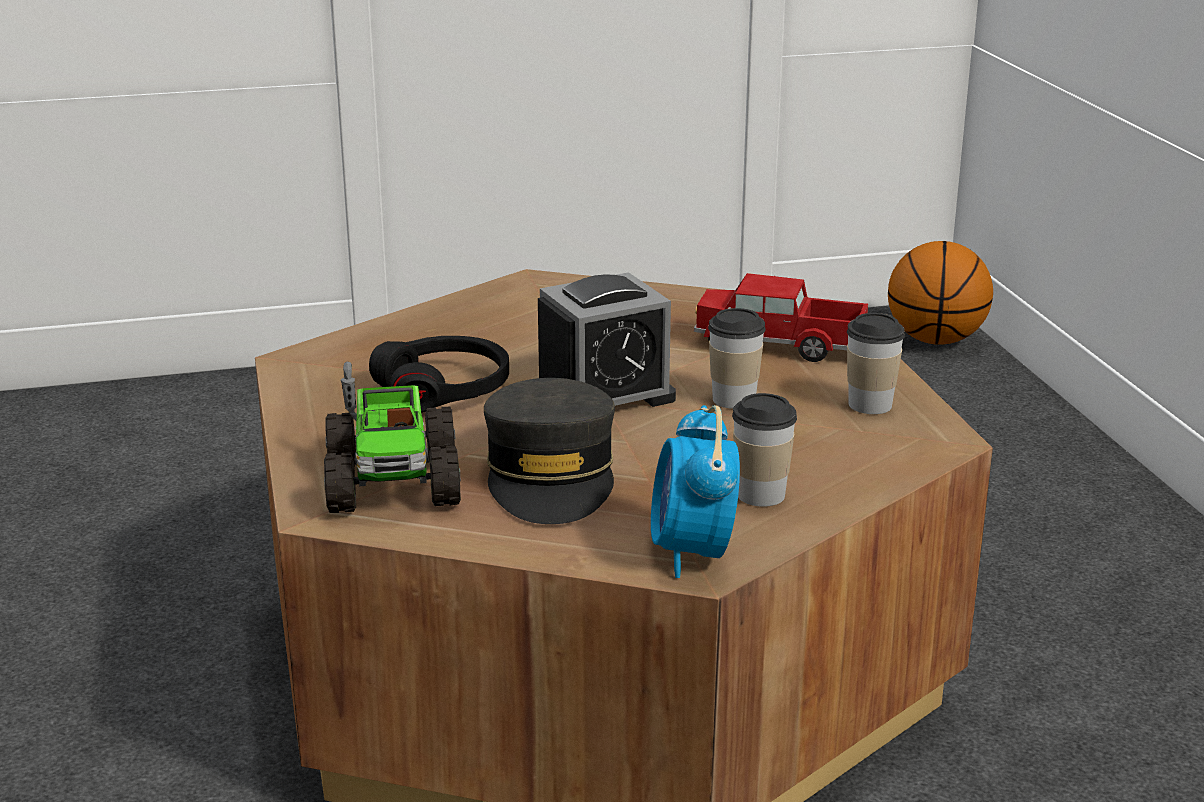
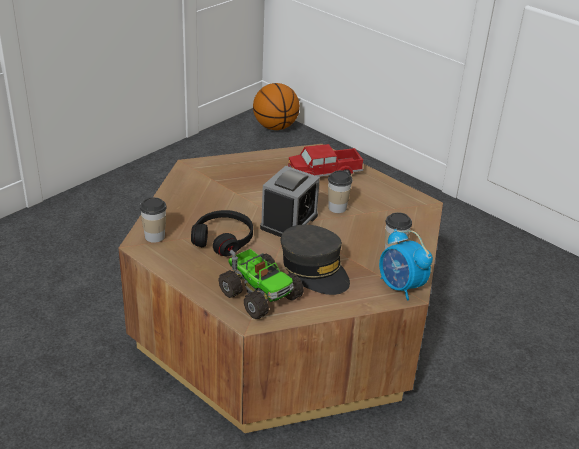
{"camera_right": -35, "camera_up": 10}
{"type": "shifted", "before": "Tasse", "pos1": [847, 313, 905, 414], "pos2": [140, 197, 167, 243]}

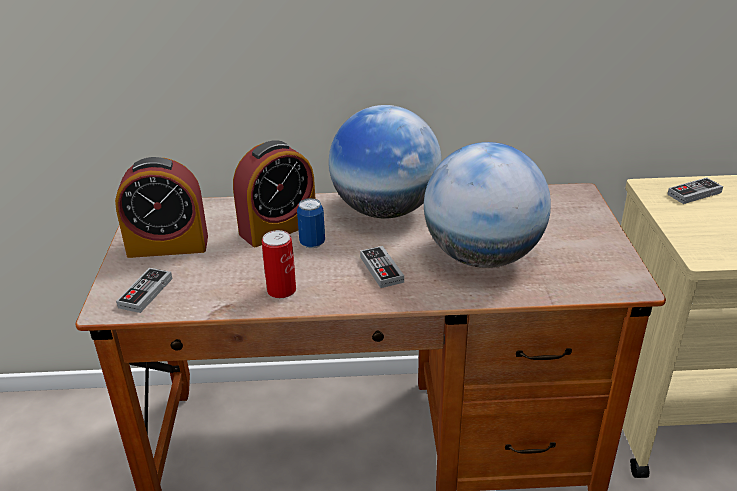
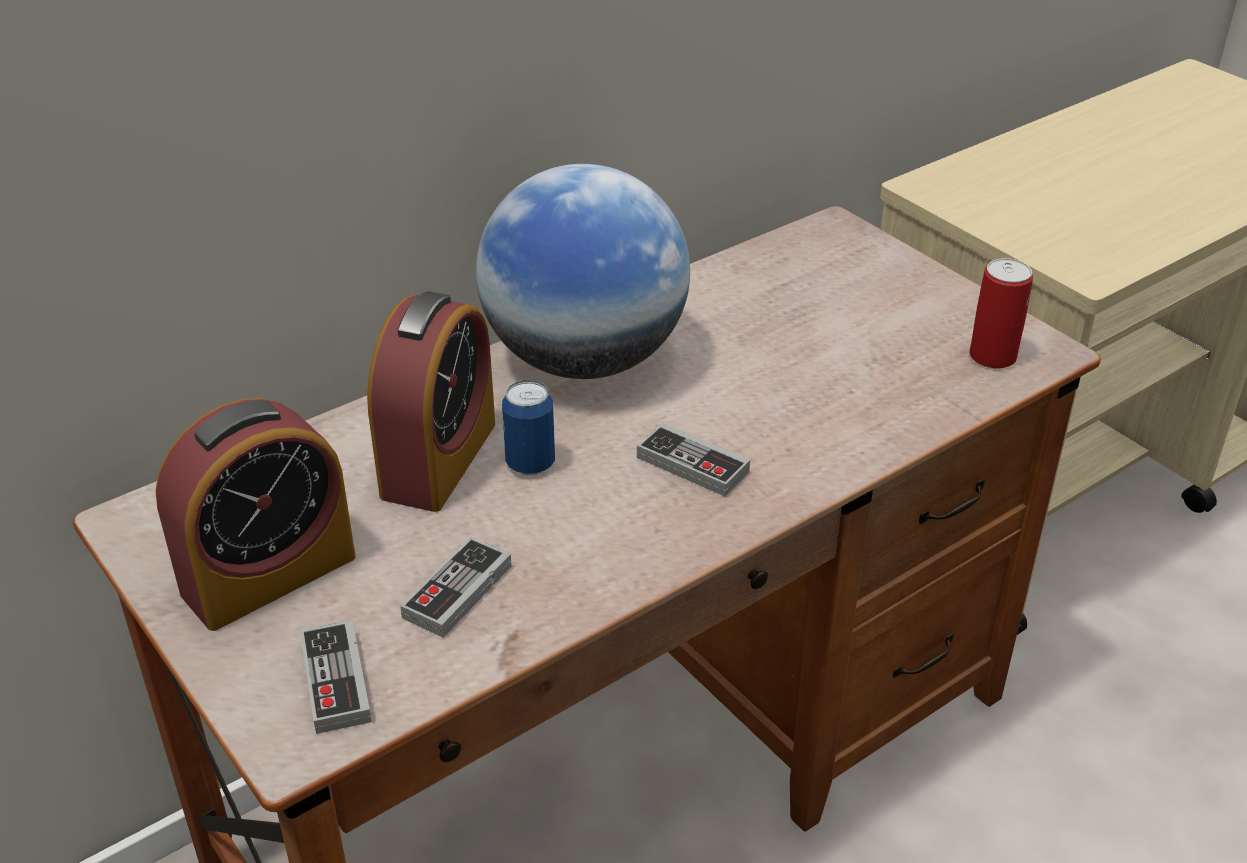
{"camera_right": -35, "camera_up": 5}
{"type": "gone", "before": "Globus", "pos1": [424, 142, 551, 268]}
{"type": "shifted", "before": "Gamepad", "pos1": [667, 177, 723, 204], "pos2": [400, 537, 512, 637]}
{"type": "shifted", "before": "Dose", "pos1": [262, 230, 296, 298], "pos2": [970, 258, 1033, 369]}

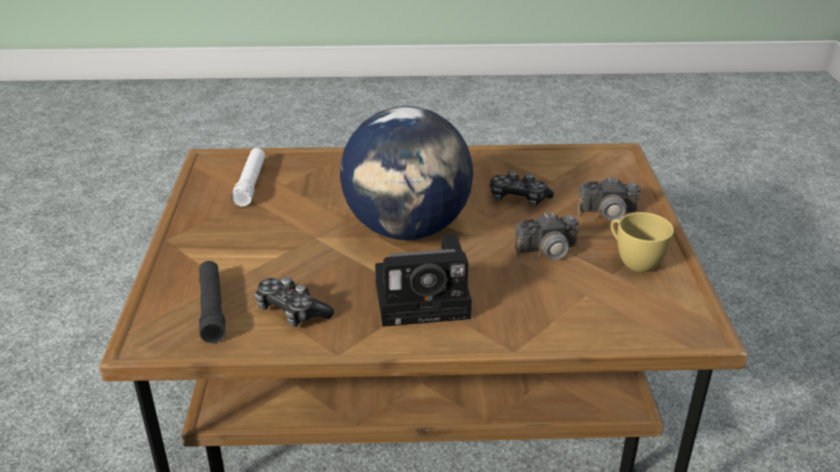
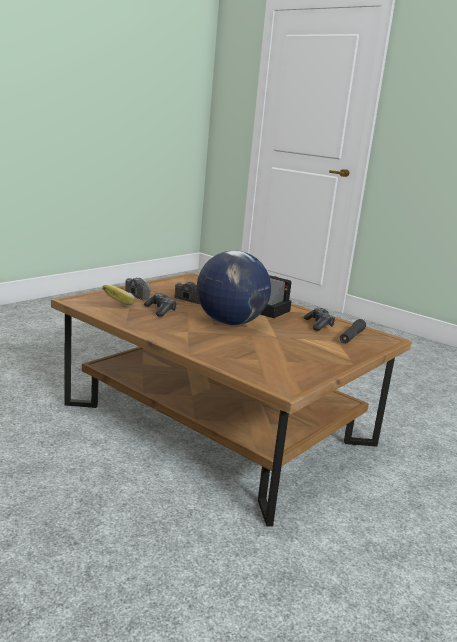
{"camera_right": -140, "camera_up": -15}
{"type": "gone", "before": "Taschenlampe (weiß)", "pos1": [231, 148, 265, 207]}
{"type": "gone", "before": "Tasse (gelb)", "pos1": [611, 212, 674, 272]}
{"type": "new", "after": "Banane", "pos2": [102, 285, 135, 305]}

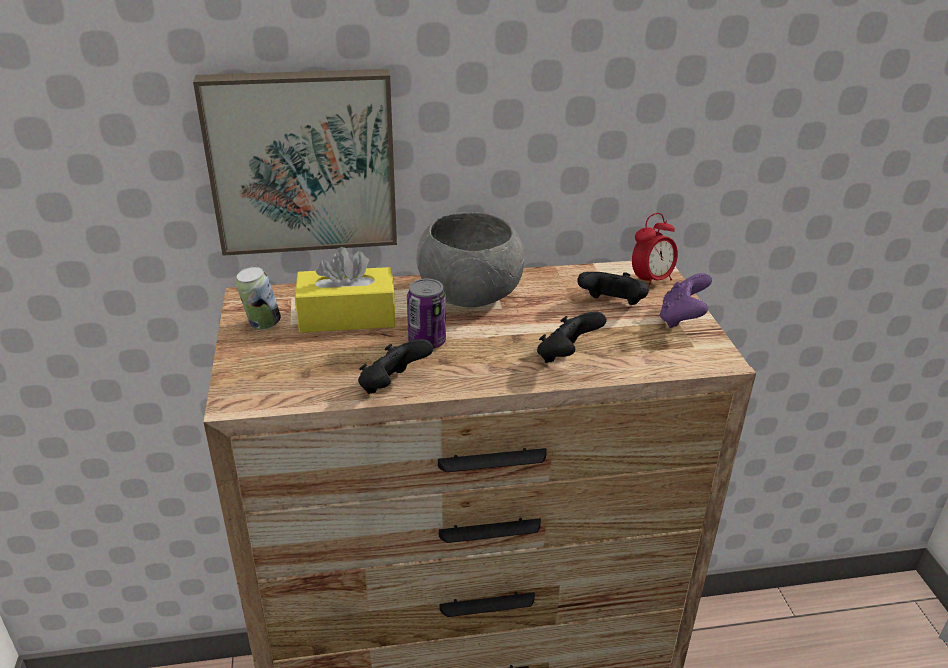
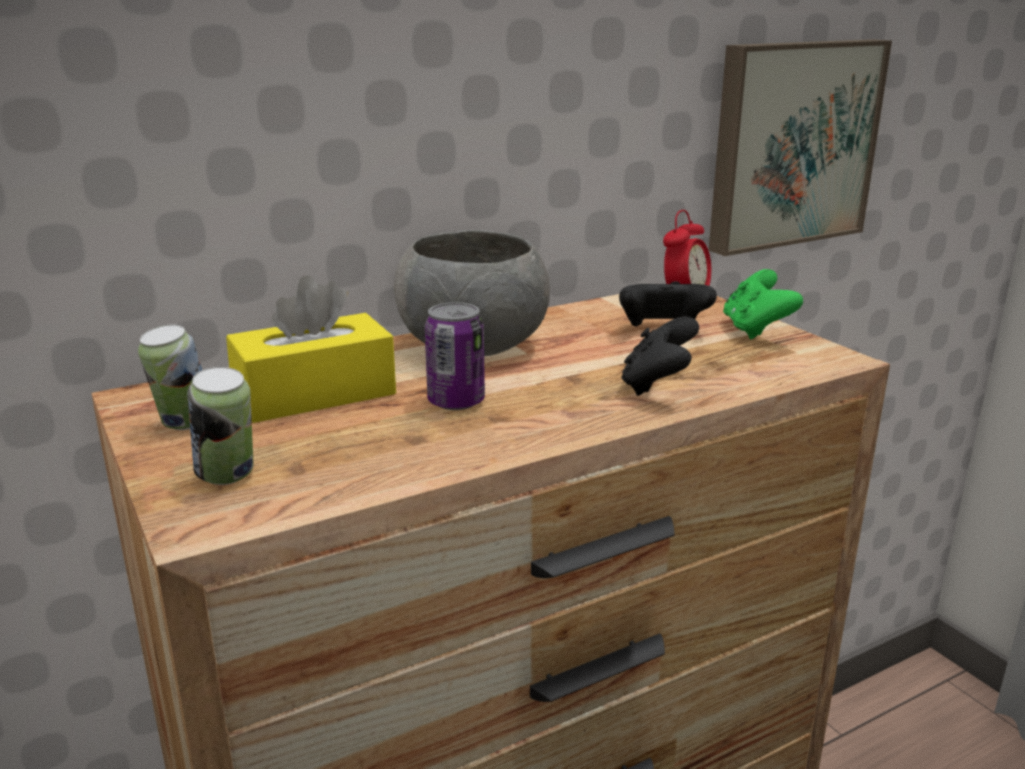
{"camera_right": -20, "camera_up": -10}
{"type": "shifted", "before": "Bild", "pos1": [193, 69, 397, 256], "pos2": [709, 39, 892, 256]}
{"type": "repainted", "before": "Gamepad (lila)", "after": "Gamepad (grün)", "pos1": [660, 273, 712, 328], "pos2": [723, 269, 803, 339]}
{"type": "gone", "before": "Gamepad (schwarz)", "pos1": [358, 339, 433, 394]}
{"type": "new", "after": "Dose", "pos2": [187, 367, 254, 485]}

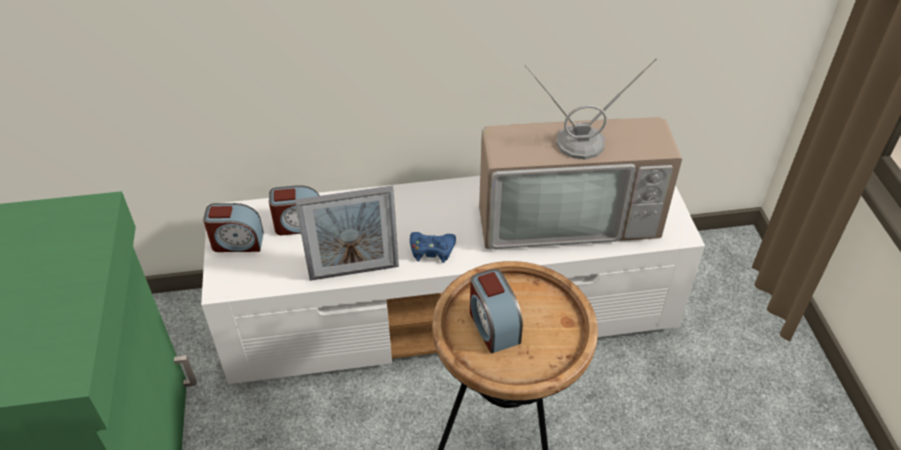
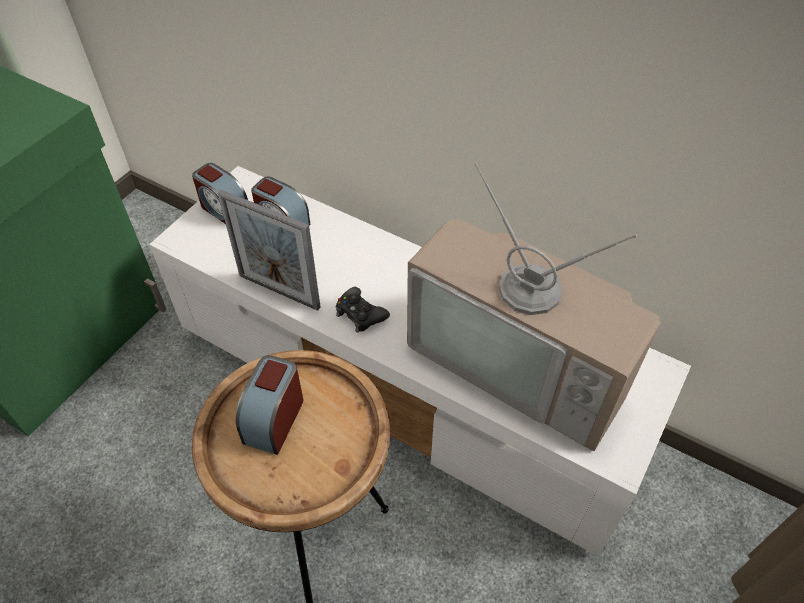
{"camera_right": 40, "camera_up": 5}
{"type": "repainted", "before": "Gamepad (blau)", "after": "Gamepad (schwarz)", "pos1": [410, 232, 456, 263], "pos2": [336, 287, 390, 333]}

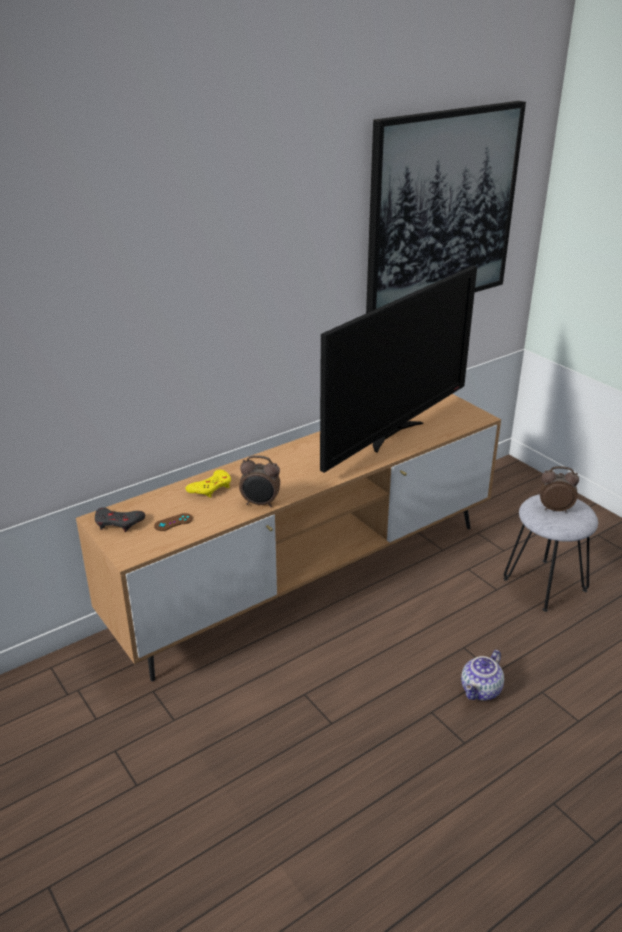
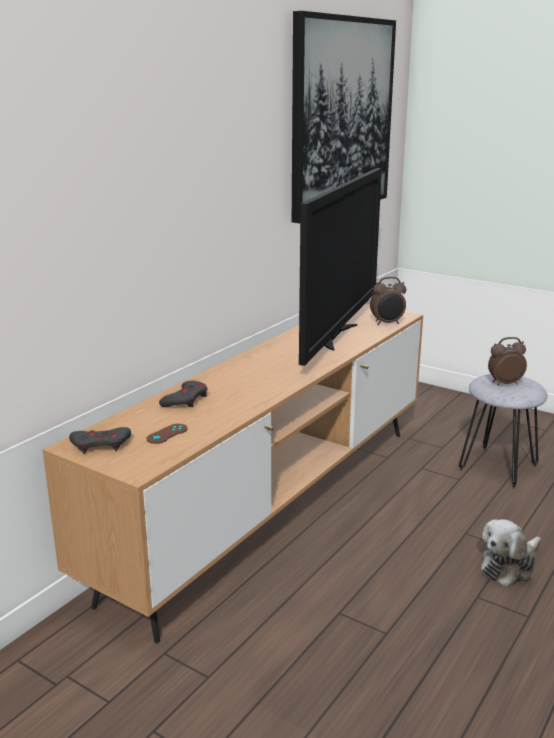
{"camera_right": -20, "camera_up": -10}
{"type": "shifted", "before": "Wecker", "pos1": [239, 455, 280, 507], "pos2": [370, 277, 406, 325]}
{"type": "repainted", "before": "Gamepad (gelb)", "after": "Gamepad (grau)", "pos1": [186, 470, 231, 498], "pos2": [159, 381, 207, 407]}
{"type": "swapped", "before": "Teekanne", "after": "Plüschtier", "pos1": [461, 650, 504, 701], "pos2": [481, 519, 541, 587]}

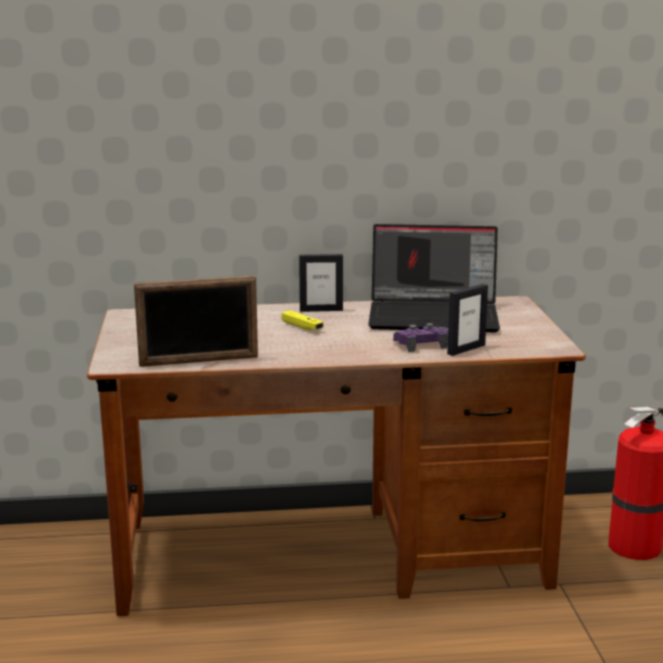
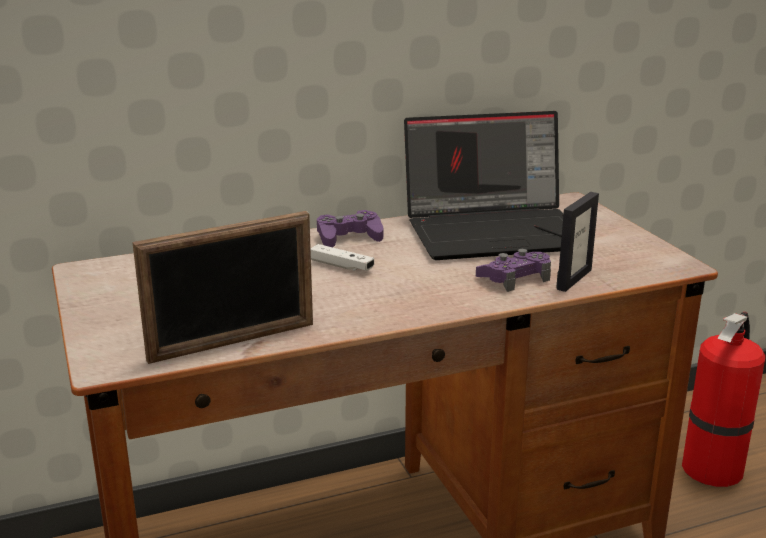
{"camera_right": -15, "camera_up": 5}
{"type": "swapped", "before": "Bilderrahmen", "after": "Gamepad (lila)", "pos1": [299, 254, 343, 312], "pos2": [317, 210, 383, 247]}
{"type": "repainted", "before": "Gamepad (gelb)", "after": "Gamepad (weiß)", "pos1": [282, 310, 324, 330], "pos2": [311, 244, 374, 271]}

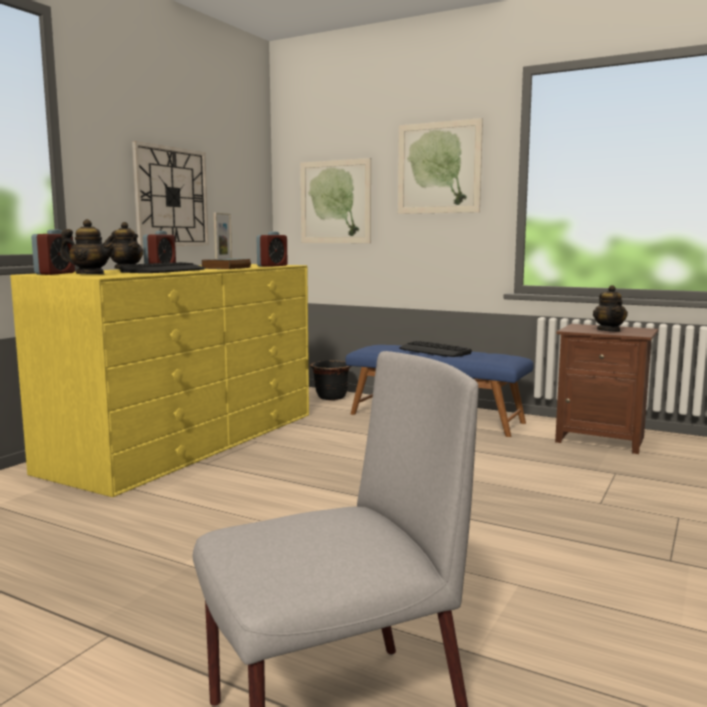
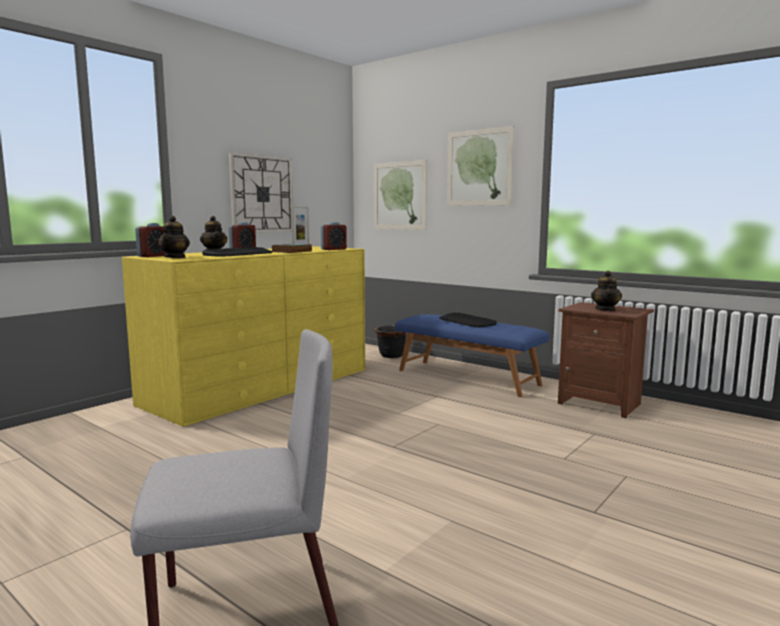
{"camera_right": 10, "camera_up": 0}
{"type": "rotated", "before": "Teekanne", "pos1": [60, 219, 117, 274], "pos2": [158, 216, 190, 258], "turn": 75}

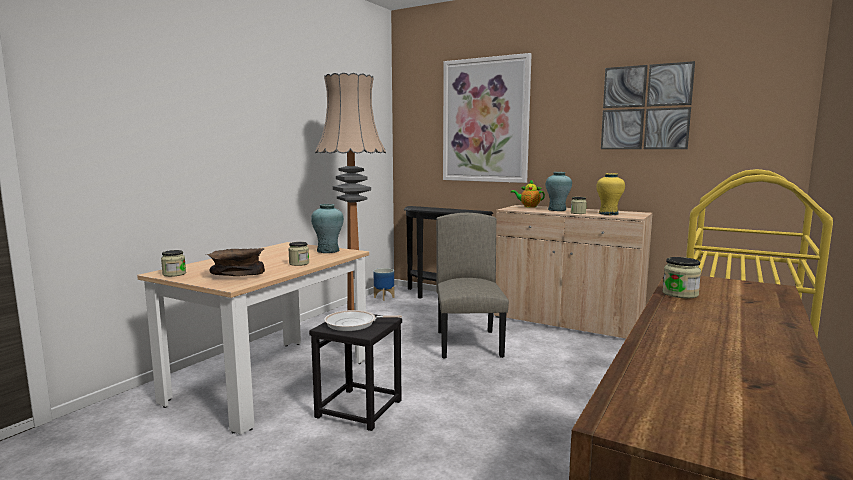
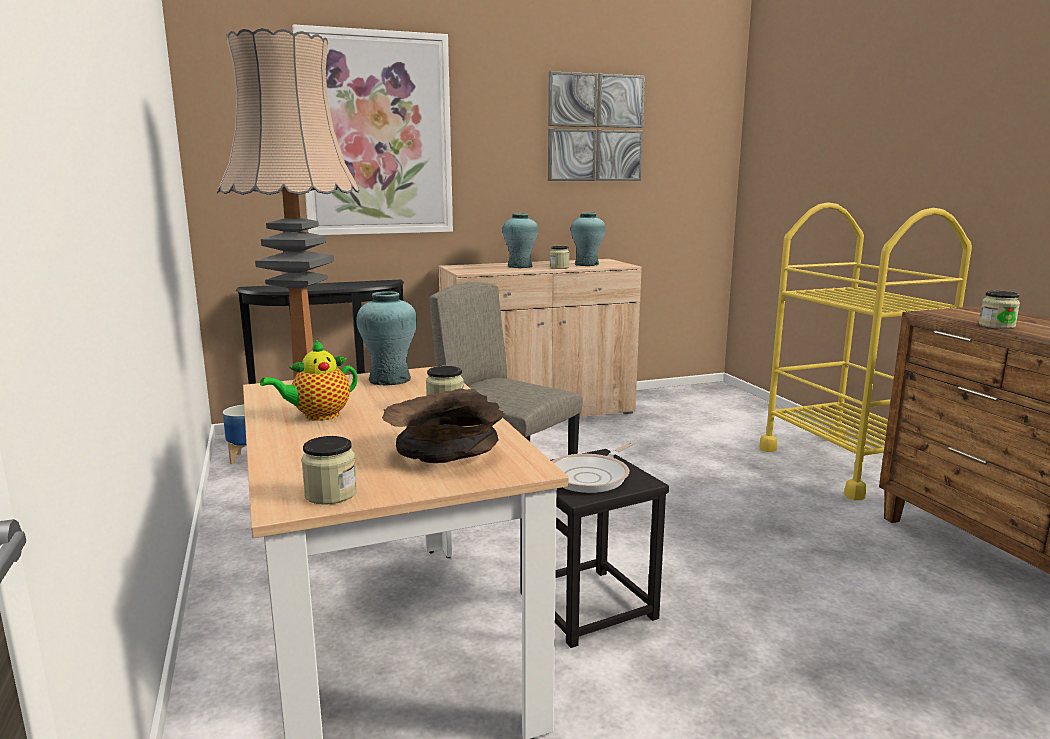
{"camera_right": -50, "camera_up": 5}
{"type": "repainted", "before": "Vase (gelb)", "after": "Vase (türkis)", "pos1": [596, 173, 625, 215], "pos2": [571, 212, 606, 266]}
{"type": "shifted", "before": "Teekanne", "pos1": [511, 180, 545, 208], "pos2": [260, 340, 357, 421]}

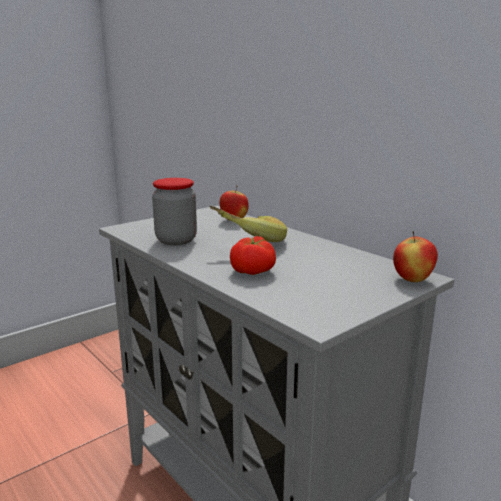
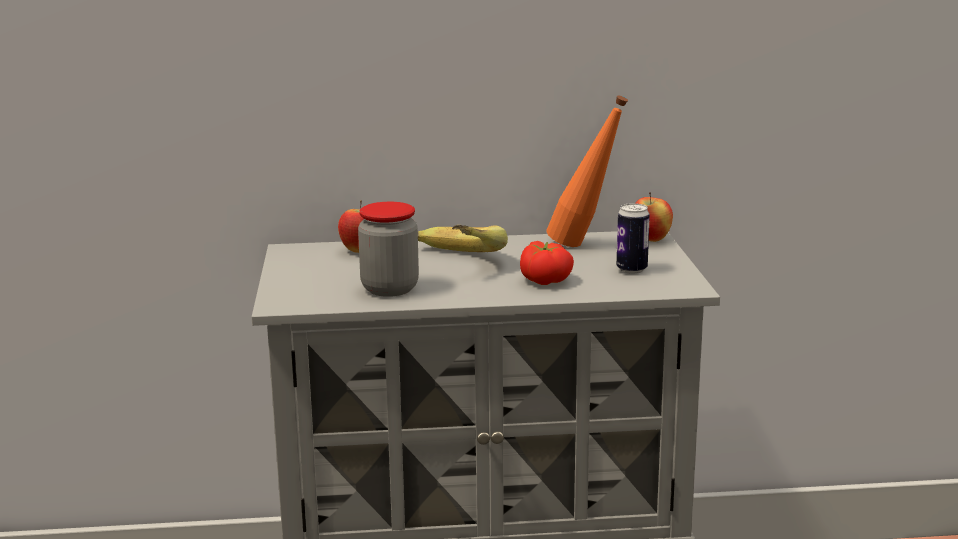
{"camera_right": -55, "camera_up": 0}
{"type": "new", "after": "Flasche (orange)", "pos2": [547, 95, 628, 247]}
{"type": "new", "after": "Dose", "pos2": [617, 203, 650, 274]}

